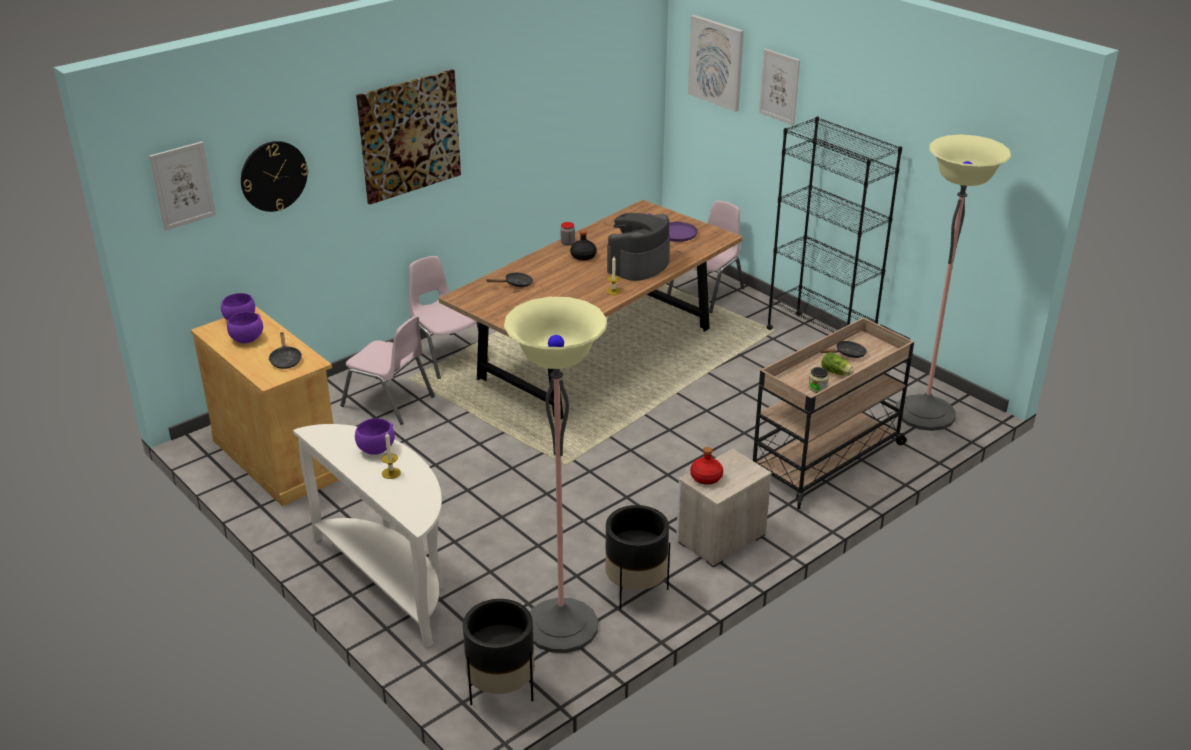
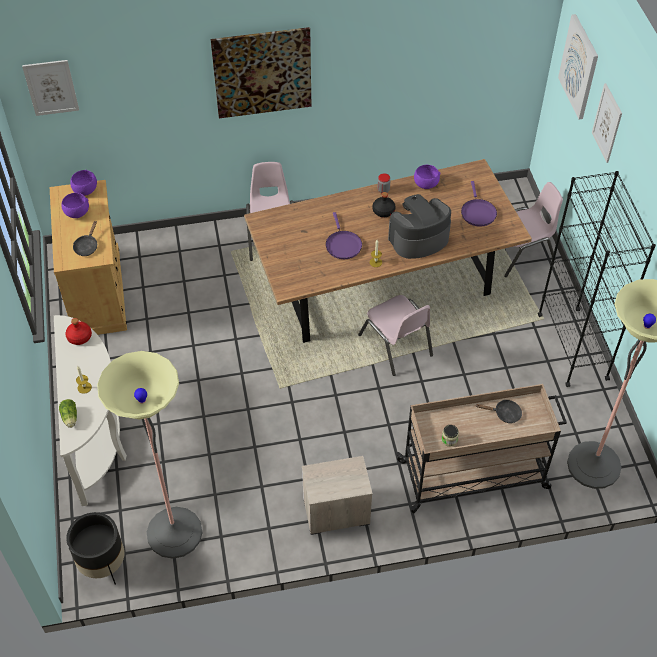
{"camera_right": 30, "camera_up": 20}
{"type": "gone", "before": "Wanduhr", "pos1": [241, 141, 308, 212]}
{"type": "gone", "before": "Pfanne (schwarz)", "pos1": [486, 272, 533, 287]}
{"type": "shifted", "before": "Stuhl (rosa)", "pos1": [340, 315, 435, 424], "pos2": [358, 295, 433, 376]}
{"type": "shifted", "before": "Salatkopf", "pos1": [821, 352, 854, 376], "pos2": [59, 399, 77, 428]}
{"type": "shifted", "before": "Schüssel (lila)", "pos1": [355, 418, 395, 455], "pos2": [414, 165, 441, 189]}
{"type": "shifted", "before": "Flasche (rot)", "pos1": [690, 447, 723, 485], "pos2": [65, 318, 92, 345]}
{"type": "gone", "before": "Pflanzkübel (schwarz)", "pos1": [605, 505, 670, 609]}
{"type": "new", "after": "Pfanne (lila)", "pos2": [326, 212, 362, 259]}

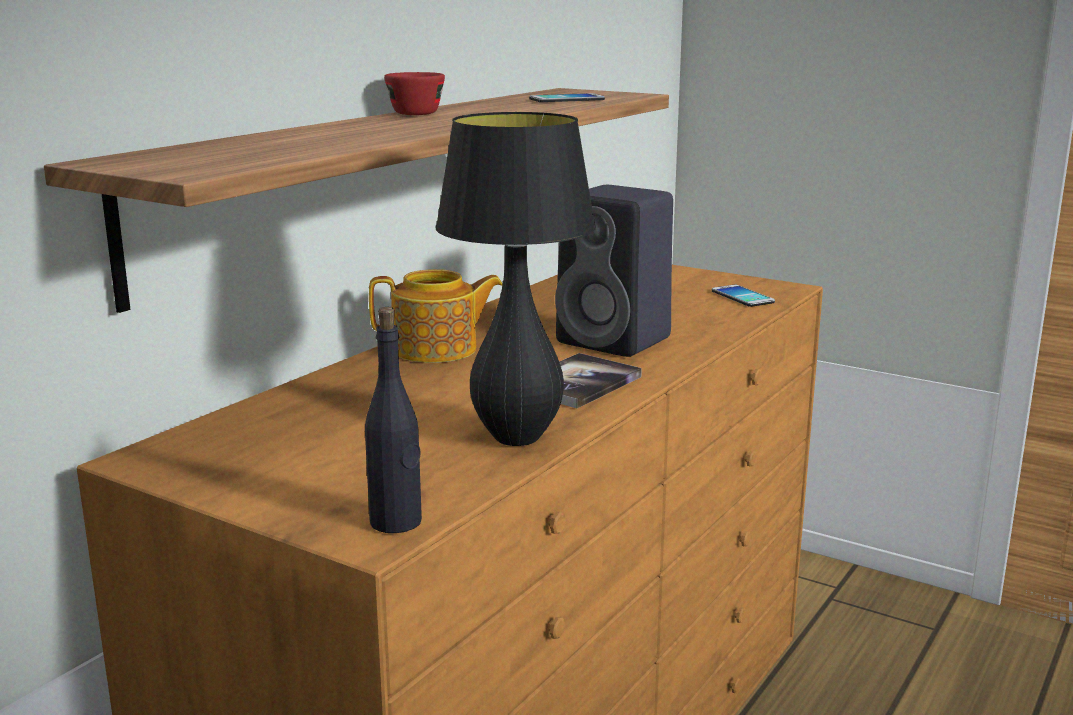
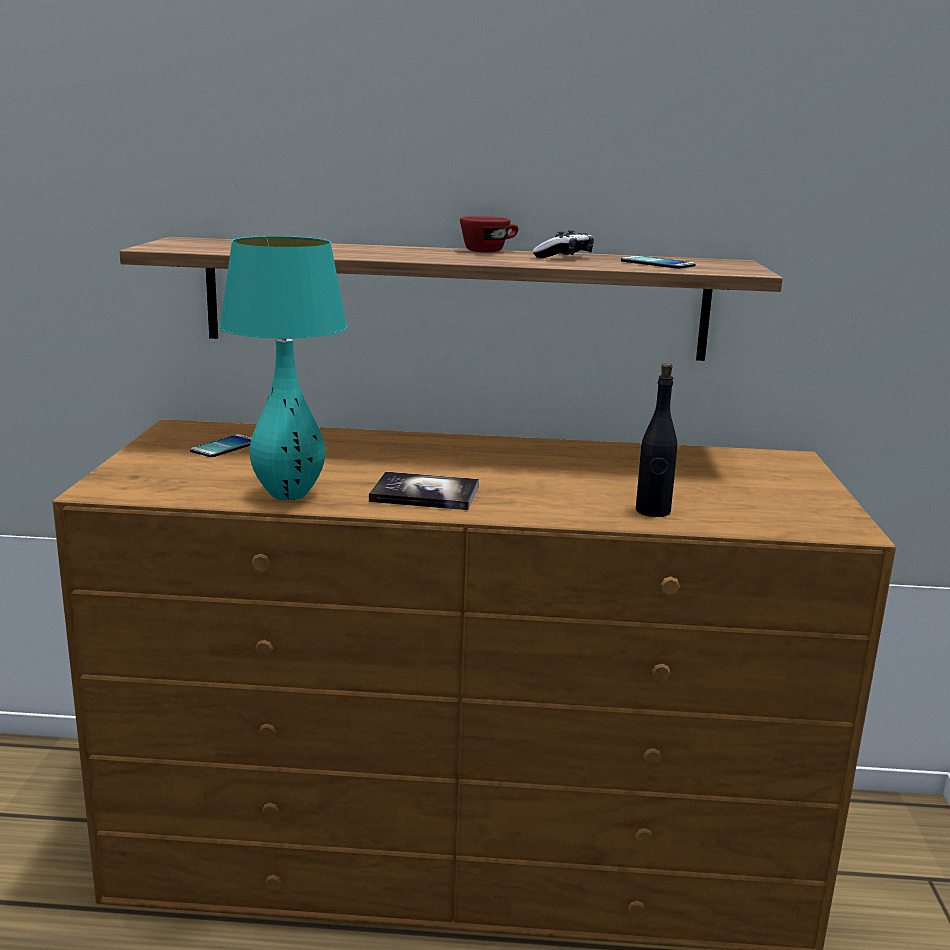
{"camera_right": 60, "camera_up": 0}
{"type": "repainted", "before": "Tischlampe (schwarz)", "after": "Tischlampe (türkis)", "pos1": [436, 112, 596, 446], "pos2": [219, 236, 347, 501]}
{"type": "gone", "before": "Lautsprecher (schwarz)", "pos1": [555, 185, 673, 357]}
{"type": "gone", "before": "Teekanne", "pos1": [369, 269, 503, 363]}
{"type": "shifted", "before": "Handy", "pos1": [712, 285, 775, 307], "pos2": [190, 434, 252, 457]}
{"type": "shifted", "before": "Flasche (schwarz)", "pos1": [365, 307, 422, 533], "pos2": [636, 363, 677, 517]}
{"type": "new", "after": "Gamepad", "pos2": [533, 230, 594, 258]}

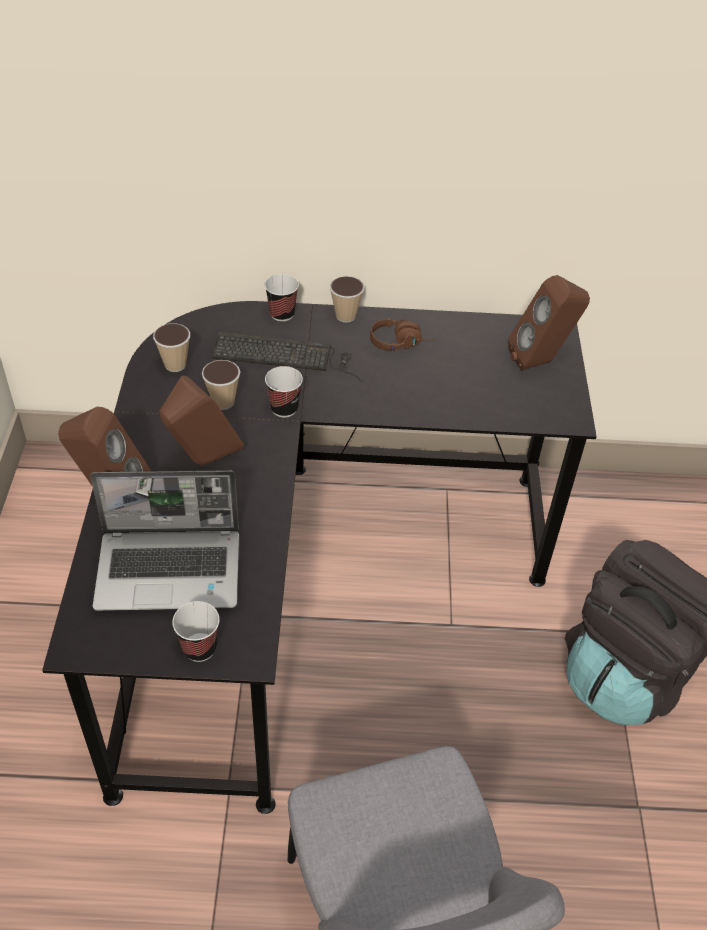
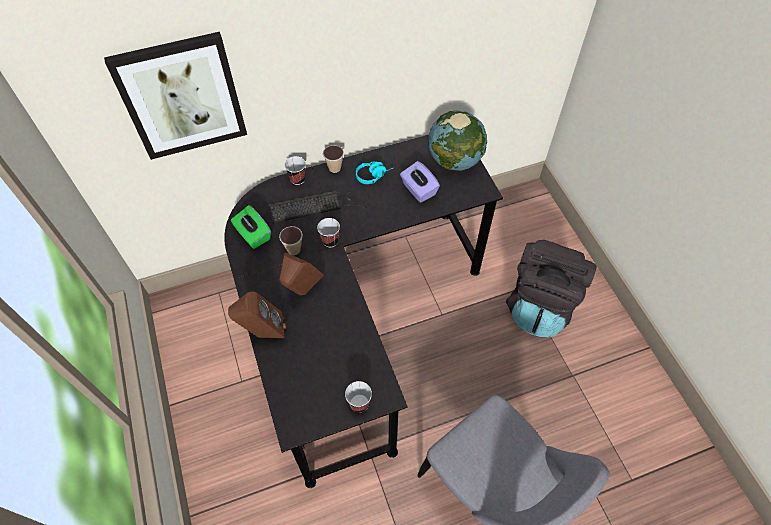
{"camera_right": -20, "camera_up": 10}
{"type": "swapped", "before": "Lautsprecher (braun)", "after": "Globus", "pos1": [508, 275, 590, 371], "pos2": [428, 110, 487, 171]}
{"type": "repainted", "before": "Kopfhörer (braun)", "after": "Kopfhörer (türkis)", "pos1": [370, 318, 435, 351], "pos2": [356, 161, 393, 184]}
{"type": "swapped", "before": "Tasse", "after": "Taschentuchbox (grün)", "pos1": [153, 323, 190, 372], "pos2": [231, 205, 271, 249]}
{"type": "gone", "before": "Laptop", "pos1": [90, 470, 239, 611]}
{"type": "new", "after": "Bild", "pos2": [104, 32, 247, 160]}
{"type": "new", "after": "Taschentuchbox (lila)", "pos2": [400, 161, 440, 203]}

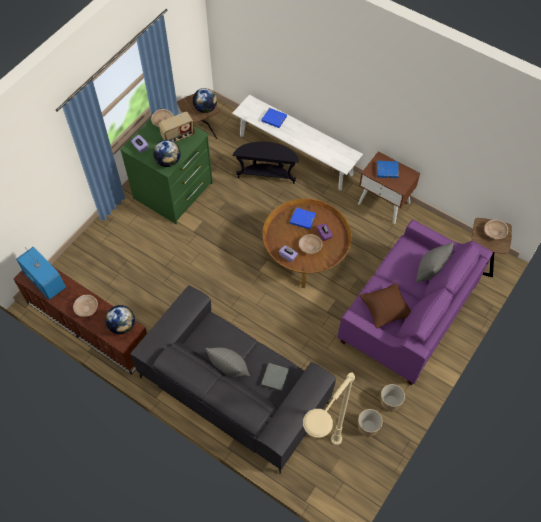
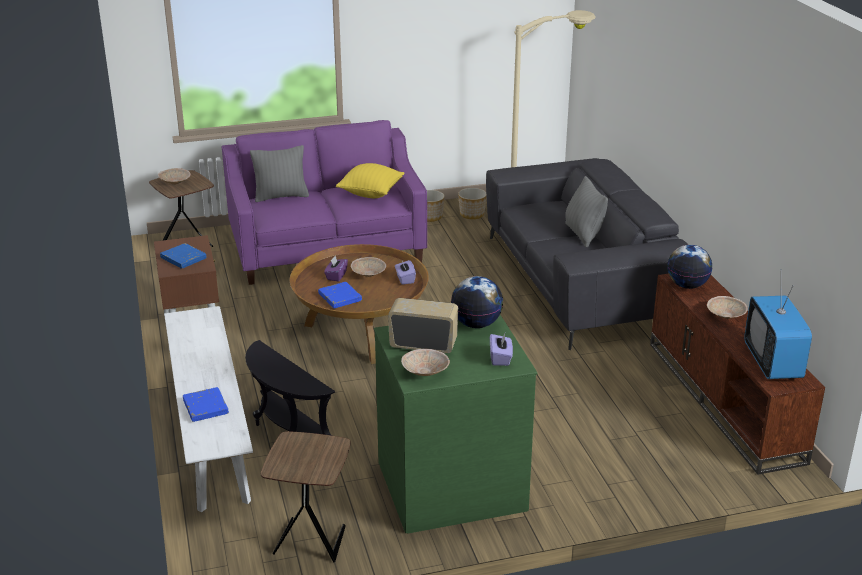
{"camera_right": -140, "camera_up": -30}
{"type": "gone", "before": "Globus", "pos1": [192, 88, 217, 113]}
{"type": "repainted", "before": "Kissen (braun)", "after": "Kissen (gelb)", "pos1": [360, 283, 411, 328], "pos2": [336, 163, 404, 198]}
{"type": "gone", "before": "Buch (grau)", "pos1": [261, 363, 289, 392]}

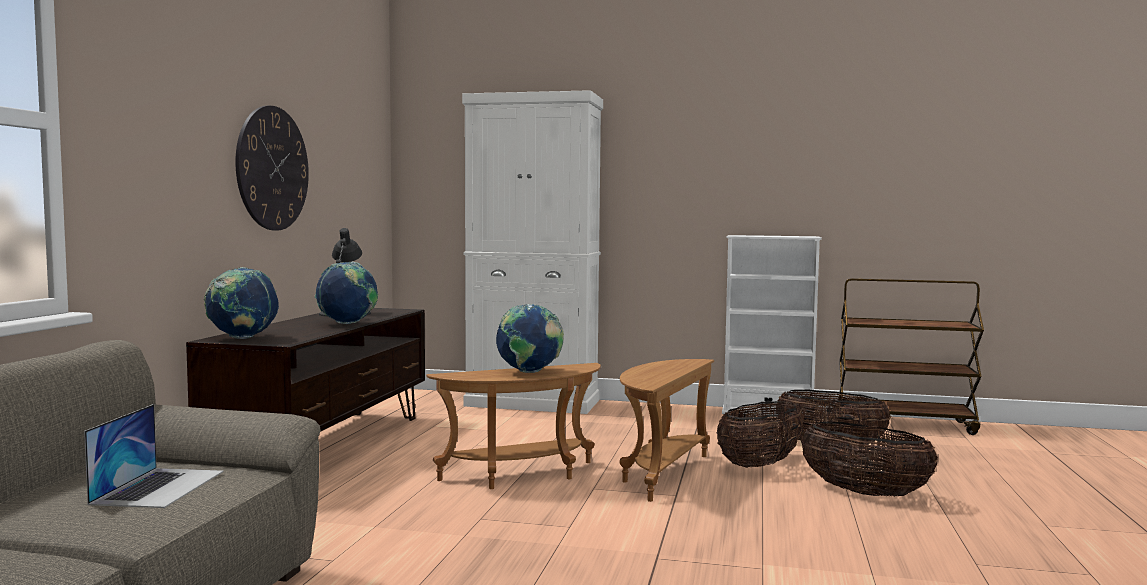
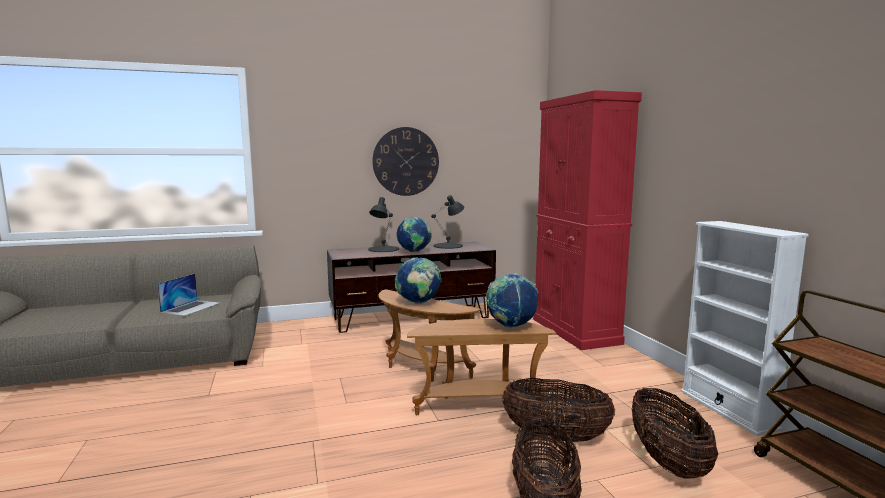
{"camera_right": 60, "camera_up": 5}
{"type": "repainted", "before": "Schrank (weiß)", "after": "Schrank (rot)", "pos1": [462, 90, 603, 414], "pos2": [533, 90, 642, 350]}
{"type": "shifted", "before": "Globus", "pos1": [204, 267, 279, 339], "pos2": [486, 273, 539, 328]}
{"type": "rotated", "before": "Laptop", "pos1": [84, 404, 223, 508], "pos2": [157, 274, 220, 316], "turn": -45}
{"type": "new", "after": "Tischlampe (schwarz)", "pos2": [368, 197, 399, 252]}

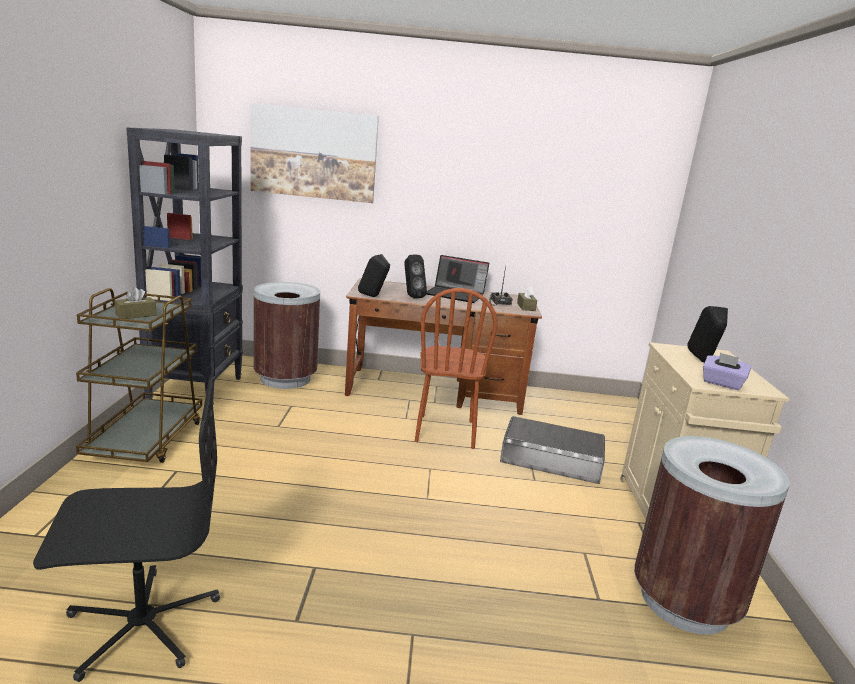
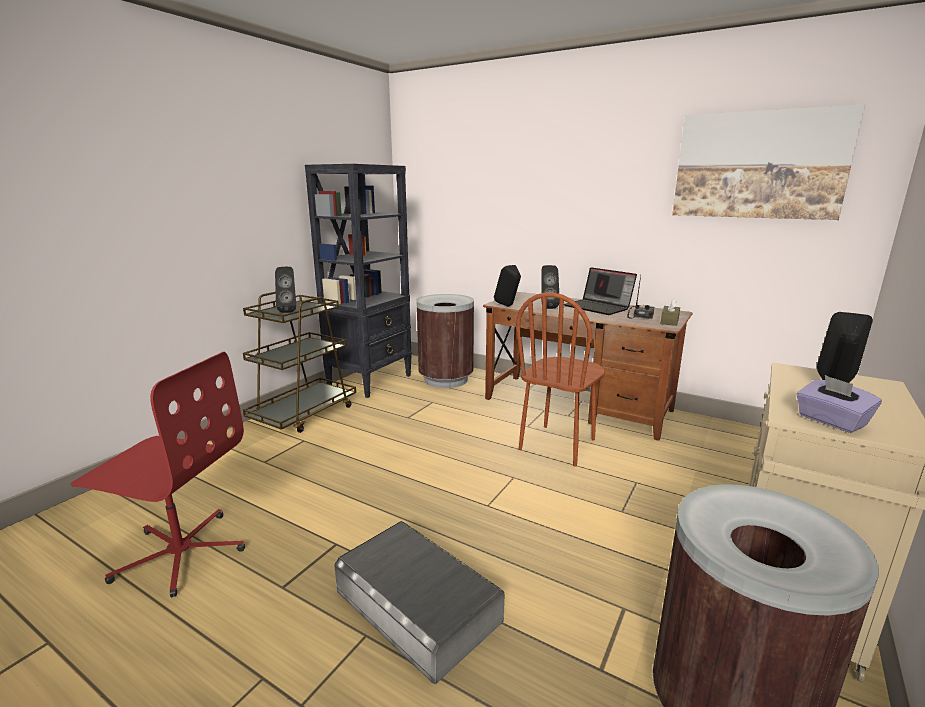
{"camera_right": 30, "camera_up": 0}
{"type": "shifted", "before": "Bild", "pos1": [250, 103, 379, 203], "pos2": [672, 104, 865, 220]}
{"type": "swapped", "before": "Taschentuchbox (braun)", "after": "Lautsprecher (schwarz)", "pos1": [114, 287, 157, 319], "pos2": [275, 267, 296, 313]}
{"type": "repainted", "before": "Bürostuhl (schwarz)", "after": "Bürostuhl (rot)", "pos1": [33, 377, 220, 682], "pos2": [71, 352, 245, 597]}
{"type": "shifted", "before": "Aufbewahrungsbox (grau)", "pos1": [500, 416, 605, 484], "pos2": [334, 521, 504, 684]}

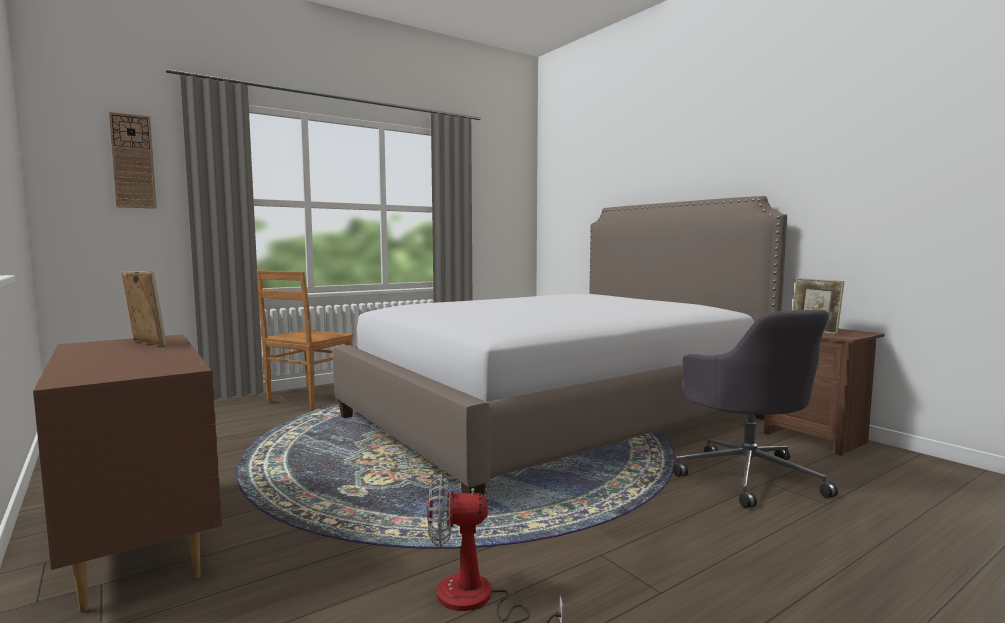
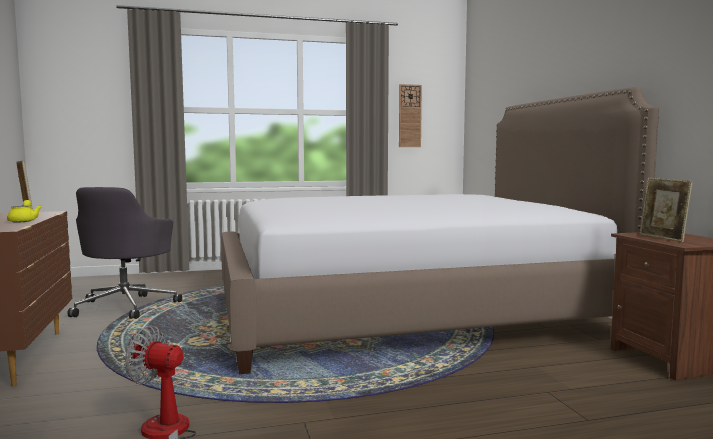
{"camera_right": 20, "camera_up": 0}
{"type": "shifted", "before": "Wanduhr", "pos1": [109, 112, 157, 209], "pos2": [399, 84, 422, 147]}
{"type": "gone", "before": "Stuhl (braun)", "pos1": [257, 270, 353, 411]}
{"type": "shifted", "before": "Bürostuhl (grau)", "pos1": [673, 310, 838, 508], "pos2": [68, 187, 182, 319]}
{"type": "new", "after": "Teekanne (gelb)", "pos2": [7, 200, 42, 223]}

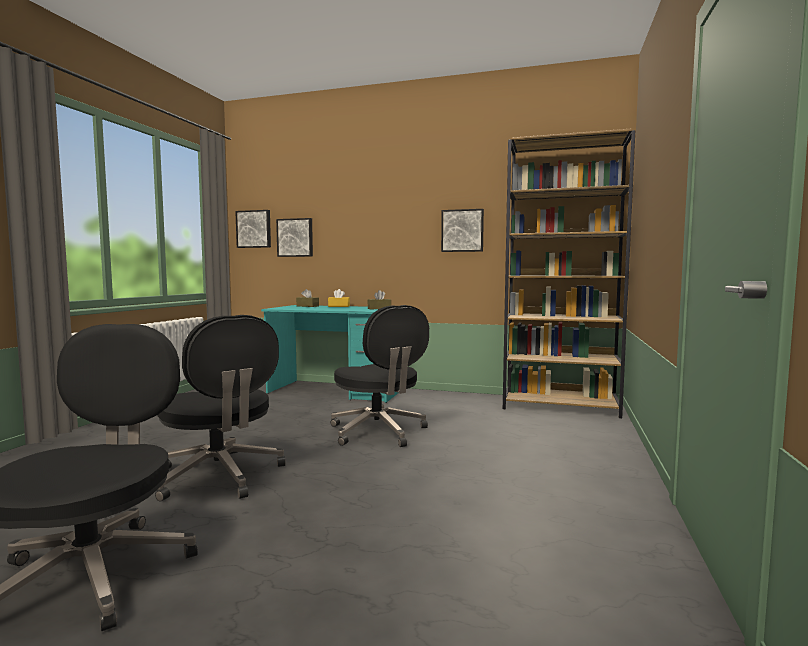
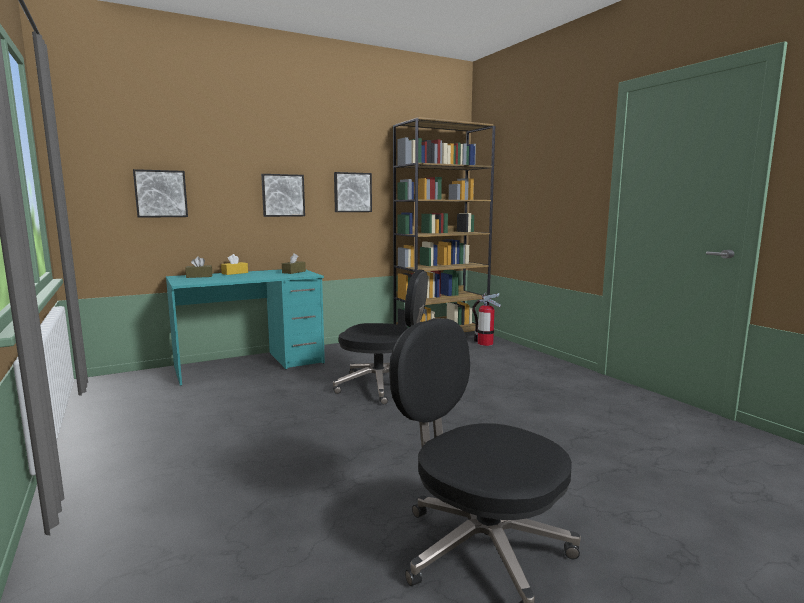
{"camera_right": -45, "camera_up": 5}
{"type": "shifted", "before": "Bild", "pos1": [235, 210, 271, 248], "pos2": [261, 174, 305, 217]}
{"type": "gone", "before": "Bürostuhl (schwarz)", "pos1": [155, 315, 286, 502]}
{"type": "new", "after": "Feuerlöscher", "pos2": [472, 292, 501, 346]}

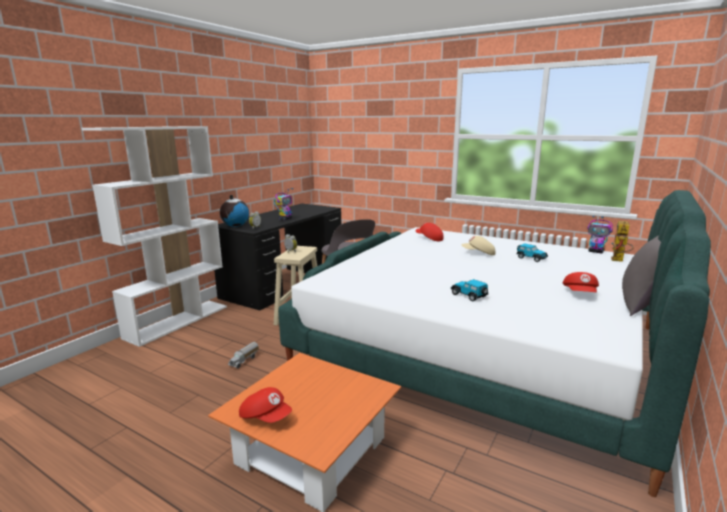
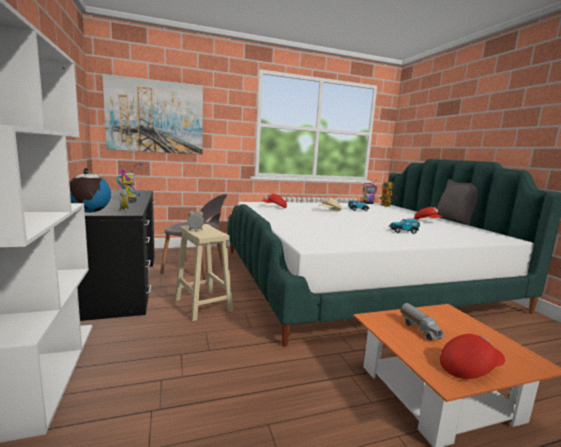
{"camera_right": -50, "camera_up": -5}
{"type": "shifted", "before": "Spielzeuglaster", "pos1": [228, 342, 259, 368], "pos2": [401, 303, 445, 341]}
{"type": "new", "after": "Bild", "pos2": [102, 74, 203, 155]}

